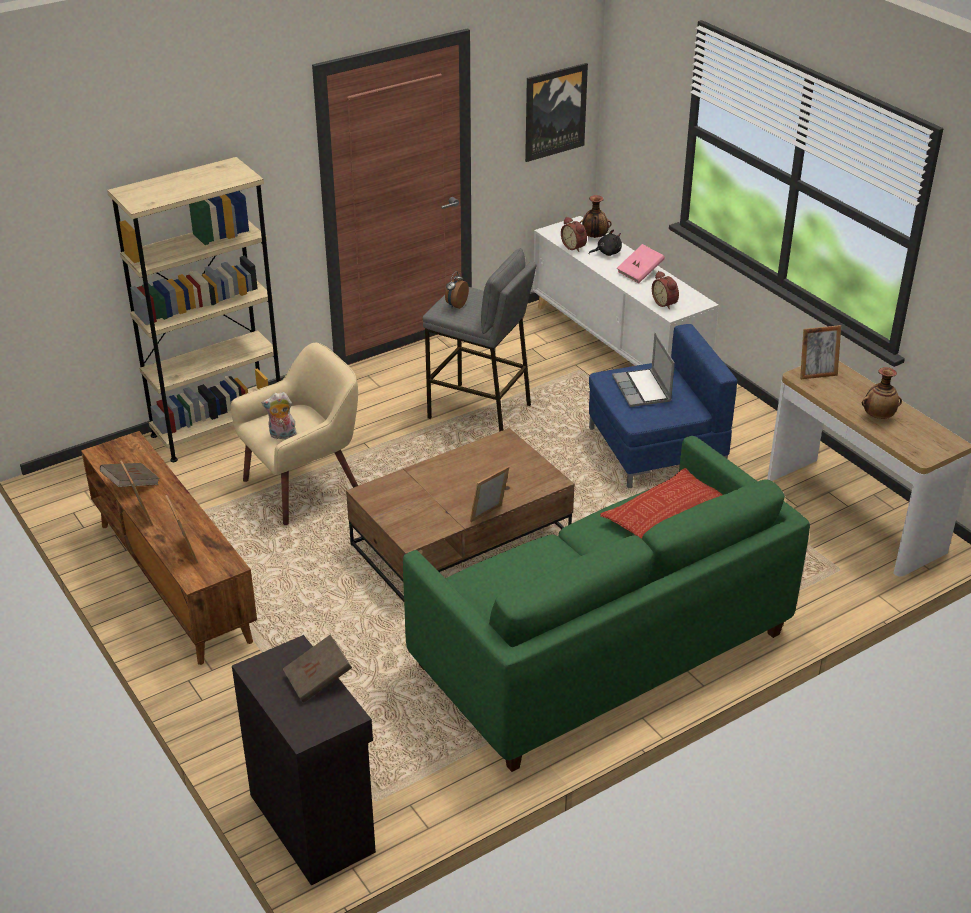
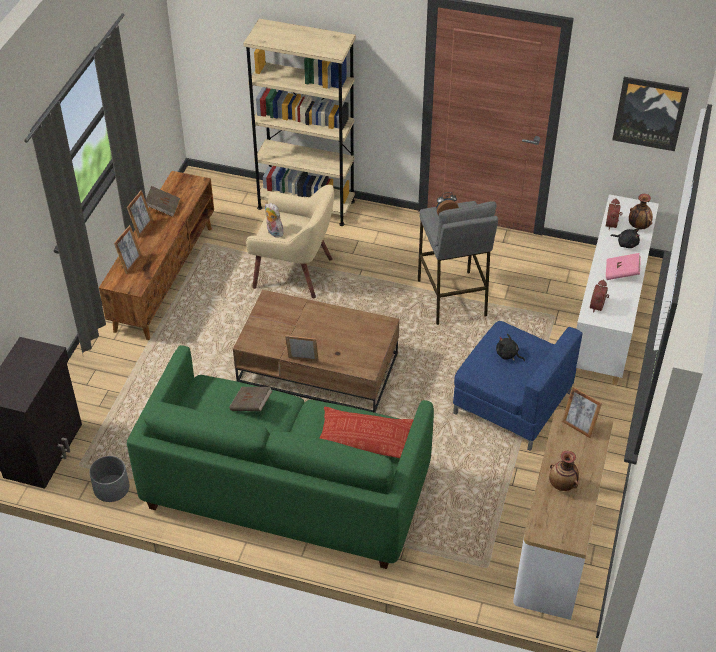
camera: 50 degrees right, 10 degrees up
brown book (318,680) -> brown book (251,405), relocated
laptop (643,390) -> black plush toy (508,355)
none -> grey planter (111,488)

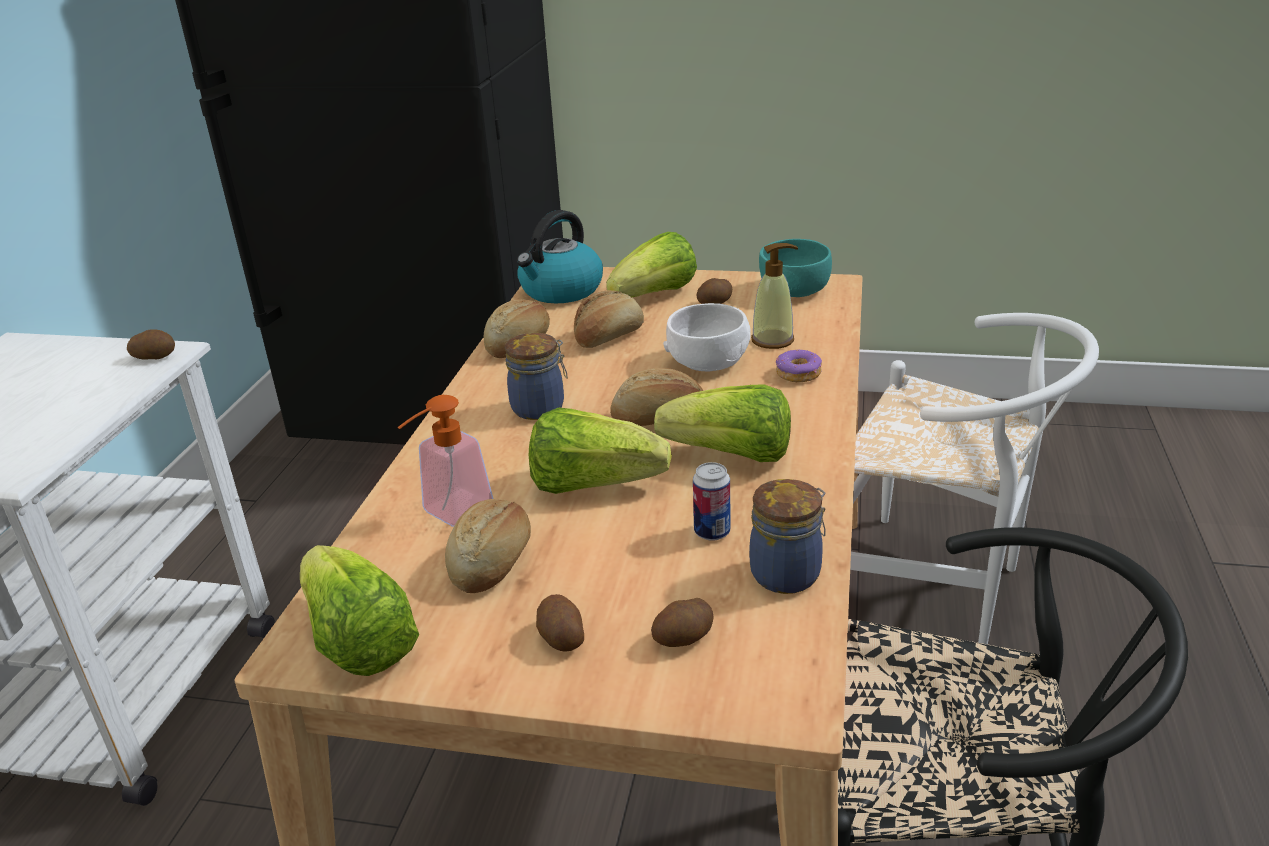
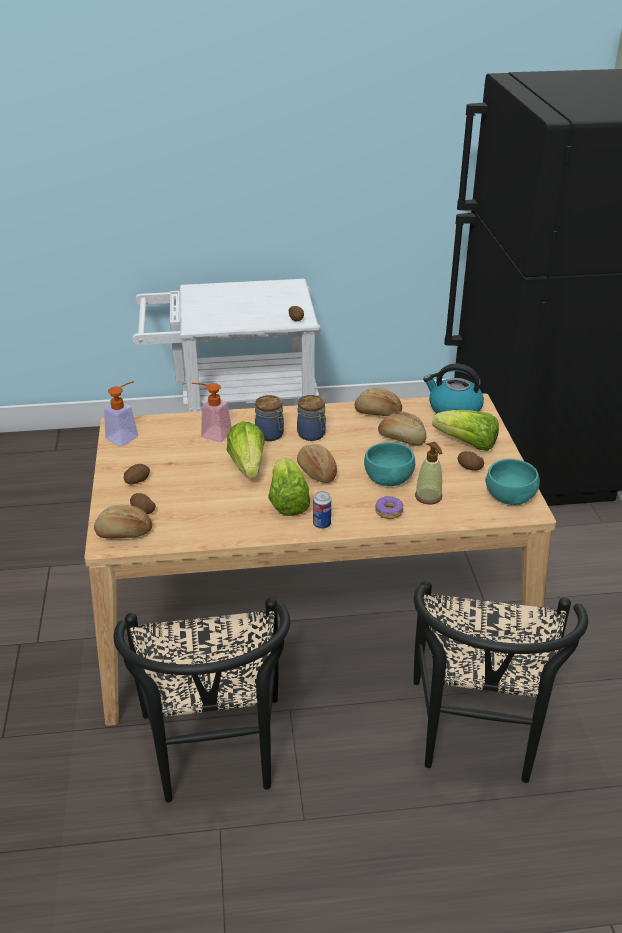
camera: 70 degrees right, 5 degrees up
lettuce (358,641) -> soap dispenser (126,436)
bread (493,562) -> bread (124,533), relocated
white bowl (708,361) -> turquoise bowl (389,477)
can (712,532) -> can (322,524), relocated
jar (788,573) -> jar (270,435), relocated
white chair (940,590) -> black chair (477,738)

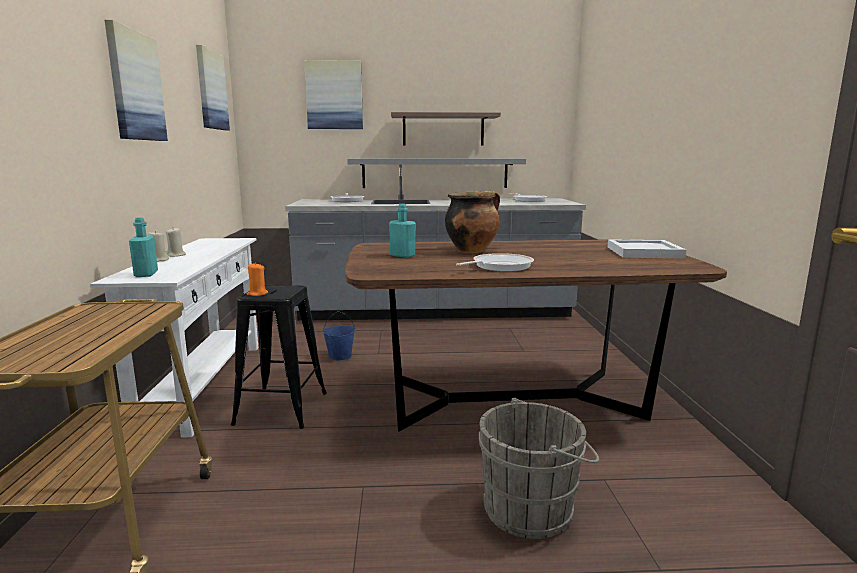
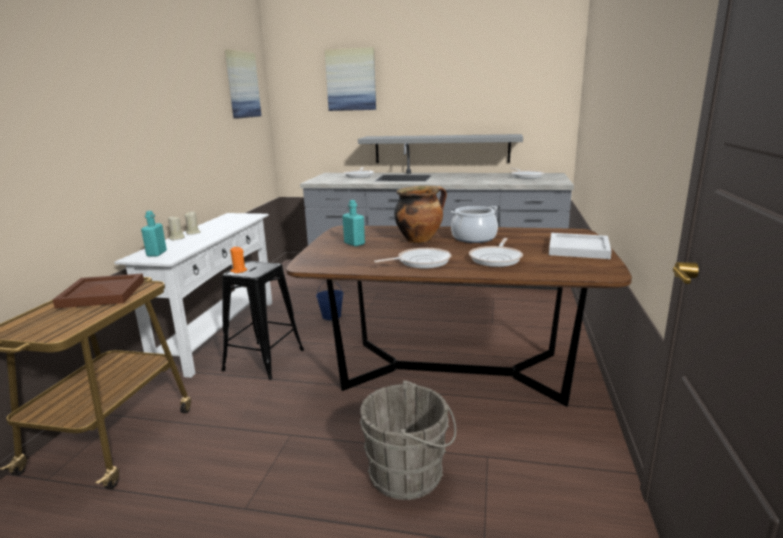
camera: 15 degrees right, 5 degrees up
picture (135,86) -> none
shelf (443,130) -> none
none -> brown tray (100,294)
none -> cooking pot (473,238)
none -> frying pan (496,259)

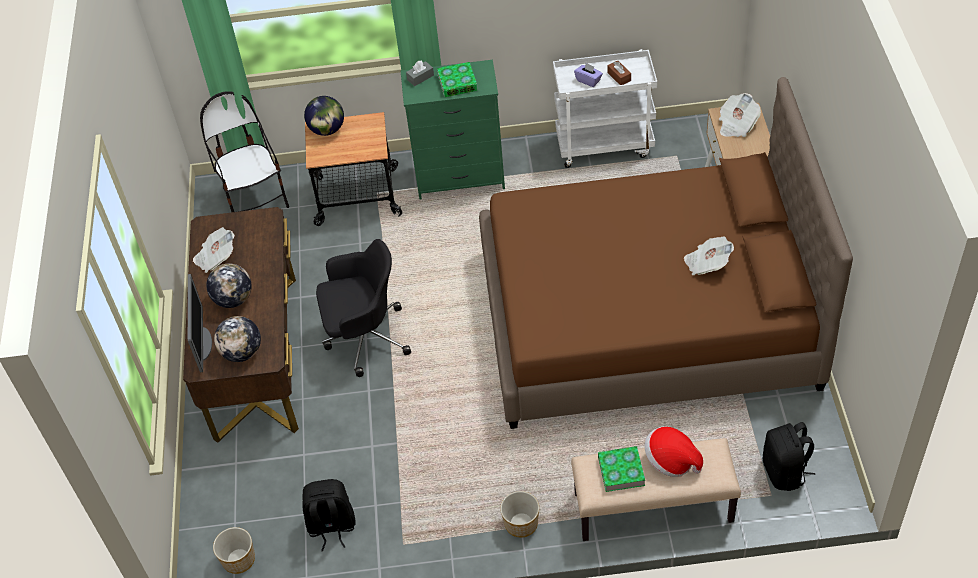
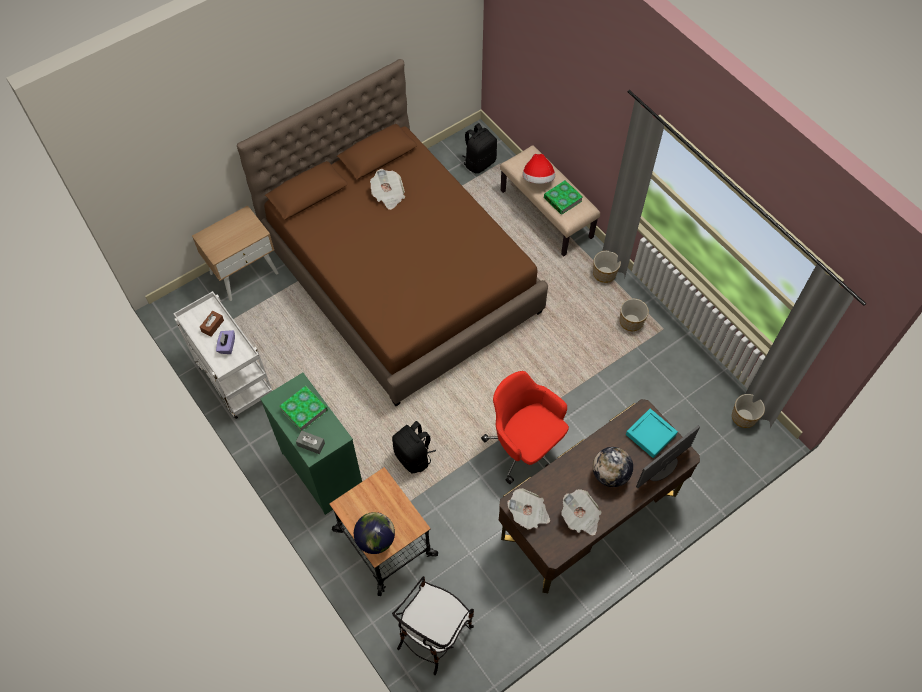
camera: 125 degrees left, 10 degrees up
globe (242,352) -> turquoise tray (650,435)
black backpack (331,526) -> black backpack (414,457), relocated
black office chair (364,337) -> red office chair (525,447)
newspaper (736,124) -> newspaper (528,514), relocated
none -> planter (630,322)

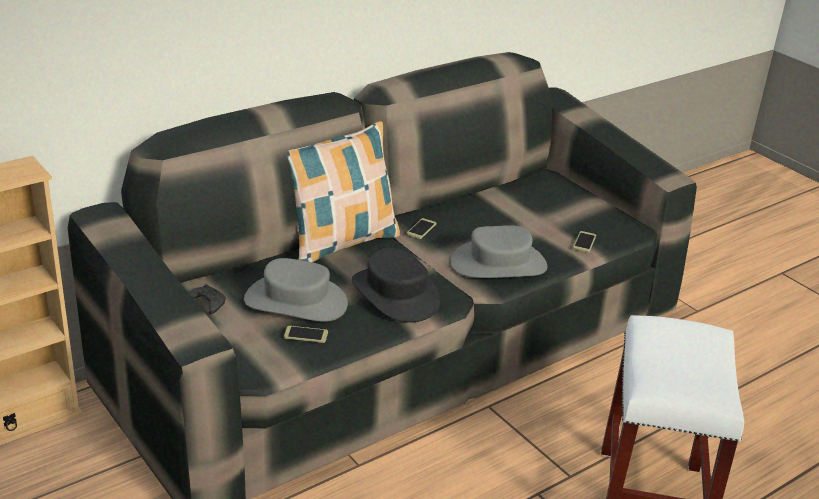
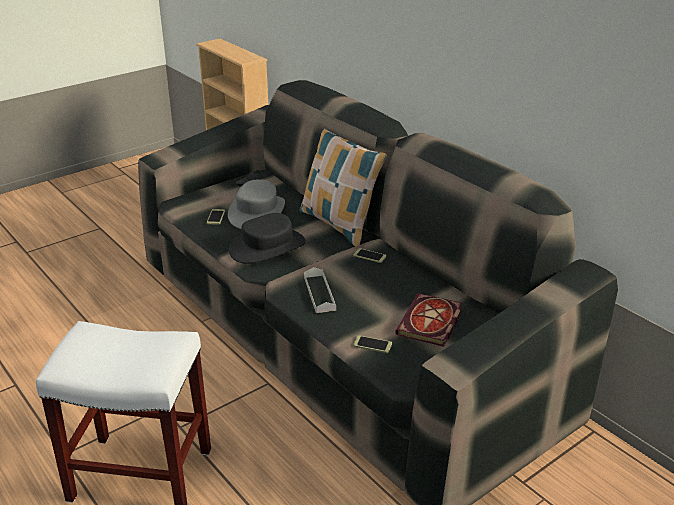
camera: 90 degrees right, 0 degrees up
grey hat (498,264) -> grey tray (319,293)
none -> book (430,323)

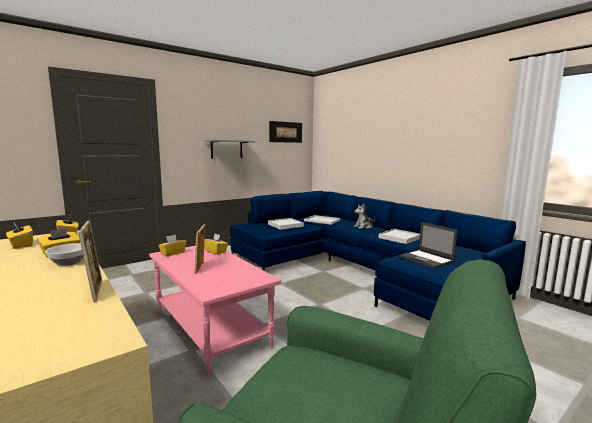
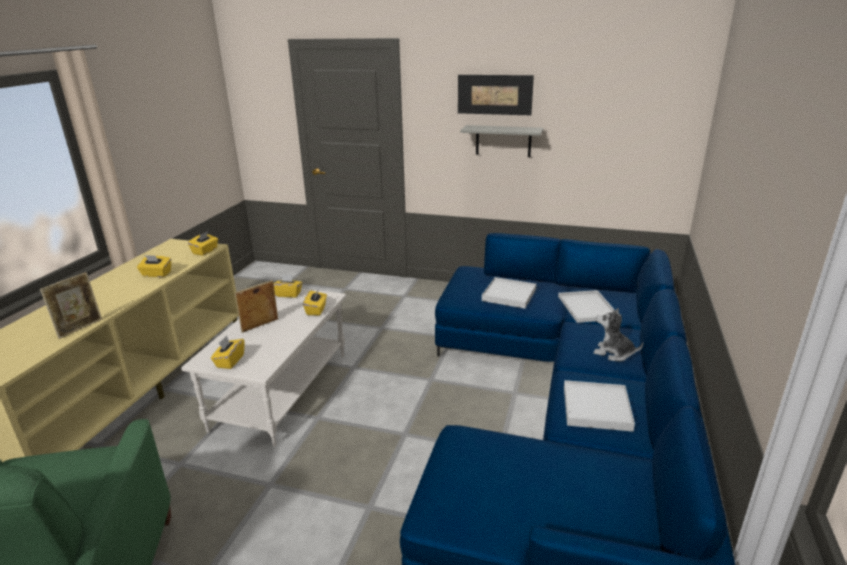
camera: 55 degrees right, 15 degrees up
yellow tissue box (21,245) -> yellow tissue box (230,361), relocated
bowl (68,262) -> none
pink coffee table (211,328) -> white coffee table (283,391)
picture (285,132) -> picture (494,94), relocated
laptop (427,259) -> none

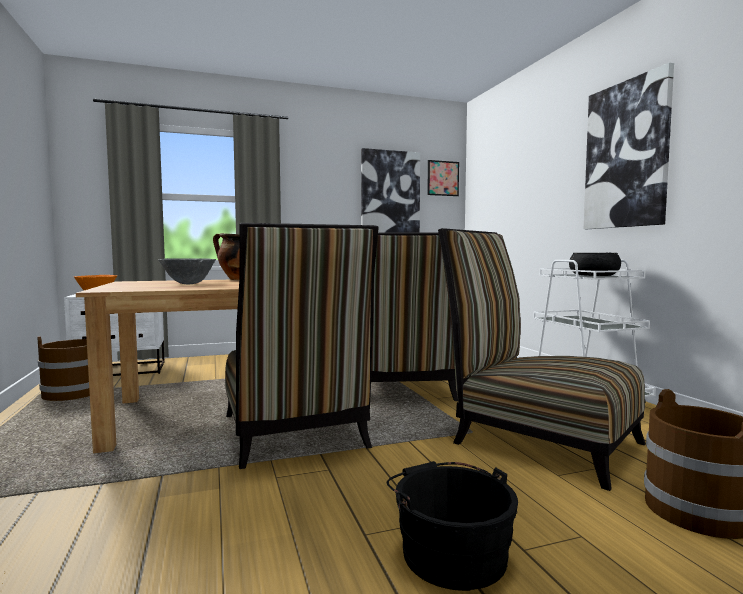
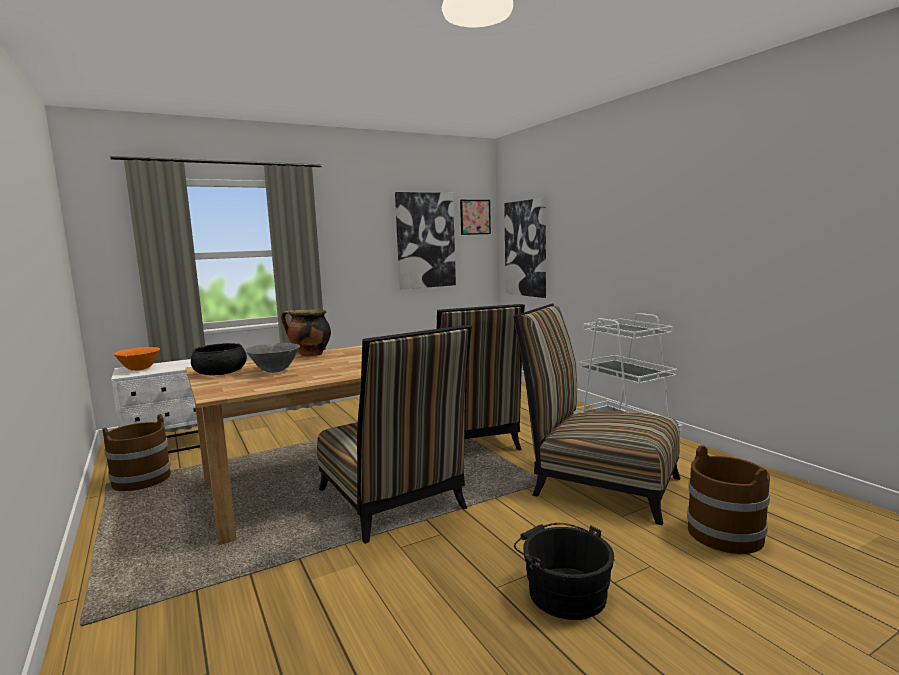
camera: 10 degrees left, 5 degrees up
black bowl (594,275) -> black bowl (220,371), relocated
picture (626,155) -> picture (526,248), relocated

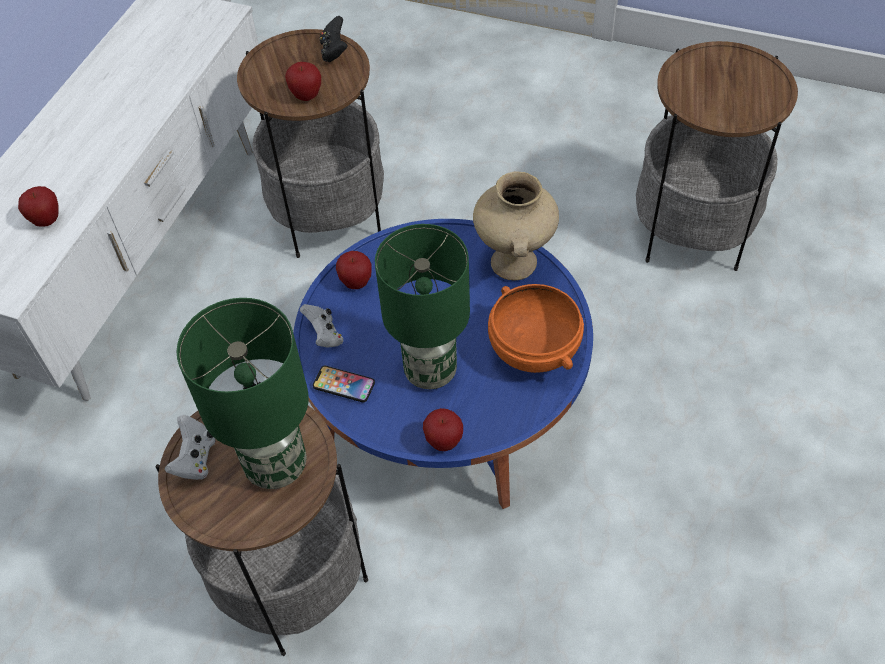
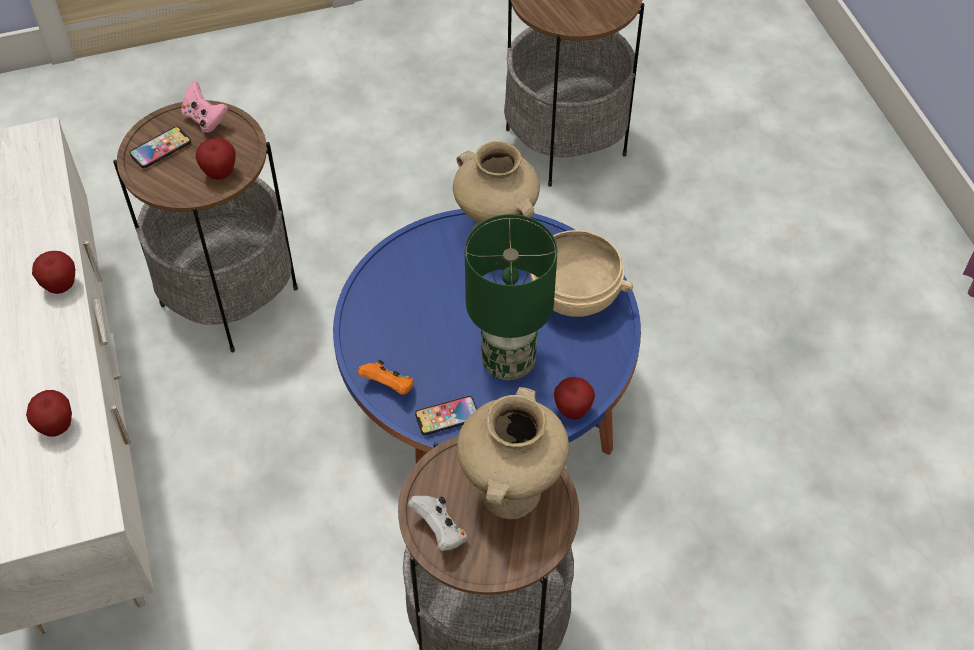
camera: 40 degrees left, 0 degrees up
green table lamp (275,466) -> beige vase (512,494)
white game controller (324,335) -> orange game controller (389,386)
black game controller (334,51) -> pink game controller (205,119)
apple (356,283) -> apple (60,286), relocated
orange bowl (532,350) -> beige bowl (574,297)
none -> phone (160,148)

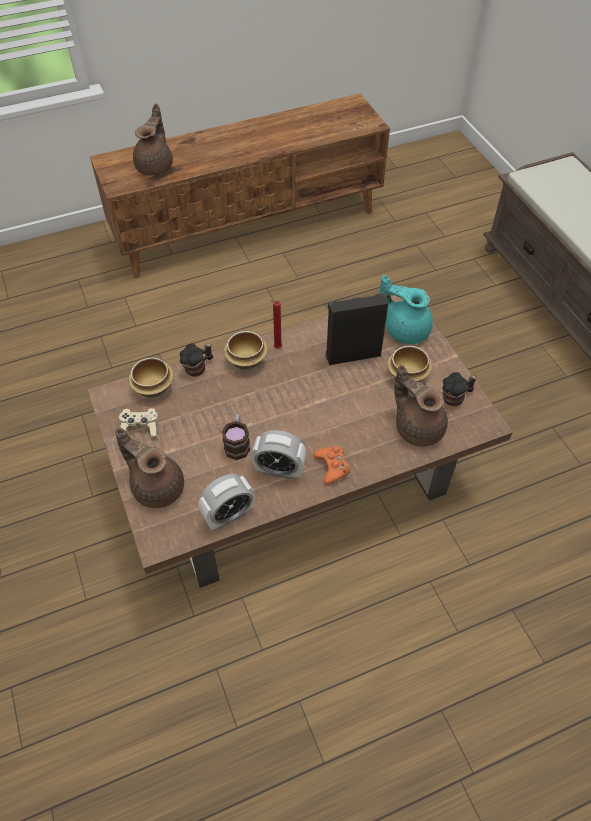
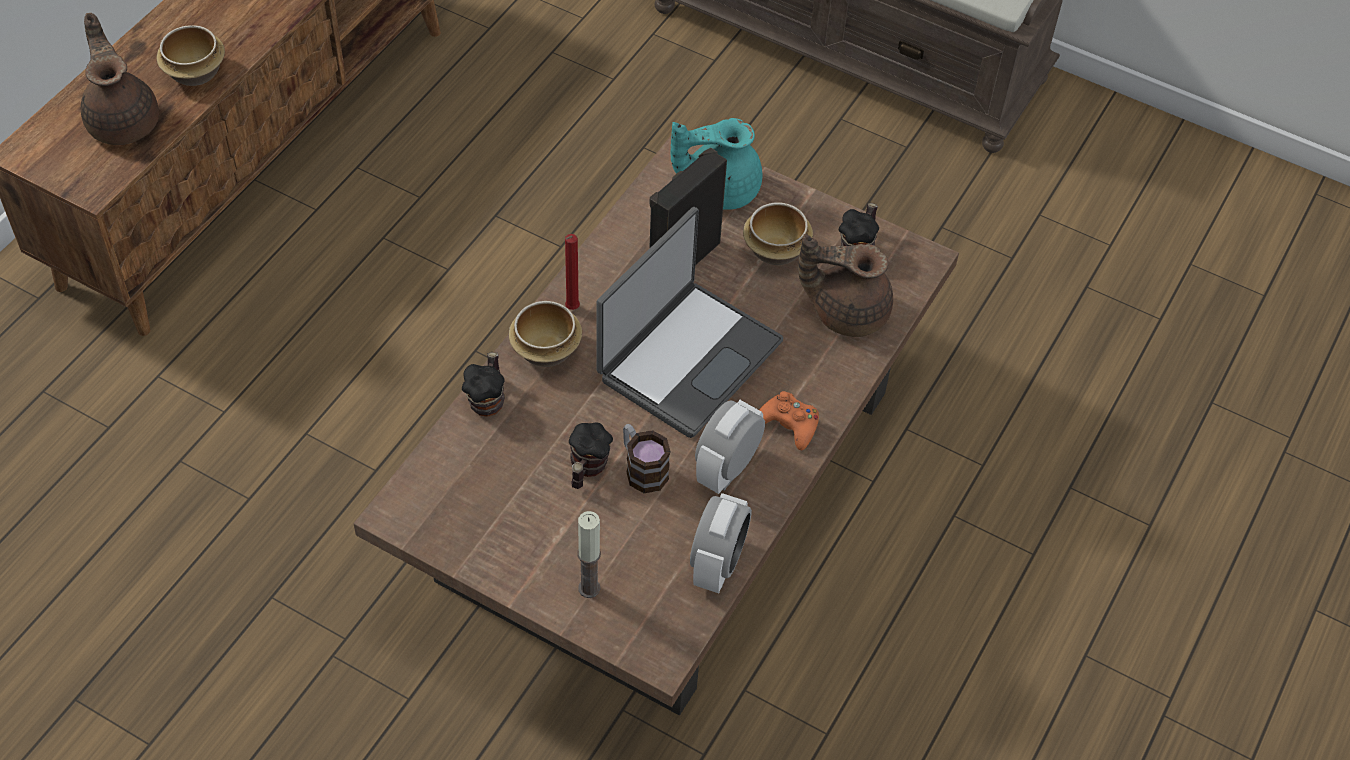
camera: 40 degrees left, 0 degrees up
brown teapot (157,486) -> candle (589,588)
beige game controller (140,428) -> none
bowl (154,388) -> bowl (196,73), relocated
alarm clock (279,470) -> alarm clock (727,469), 150 degrees clockwise
none -> mug (586,469)
none -> laptop (687,358)

